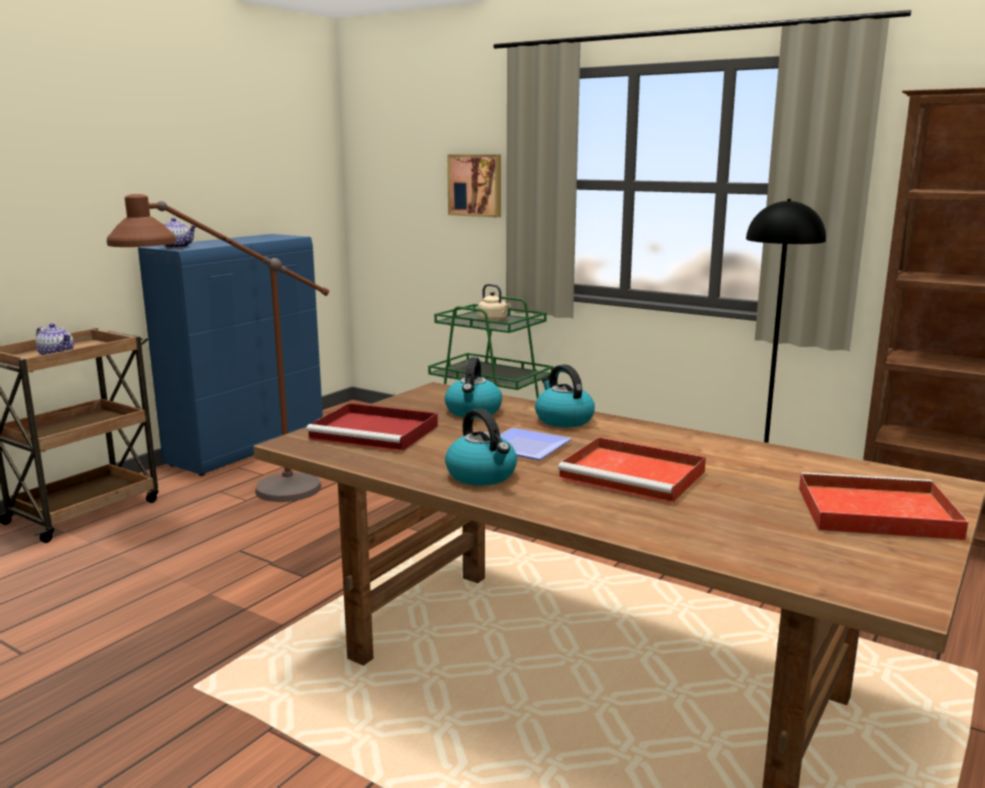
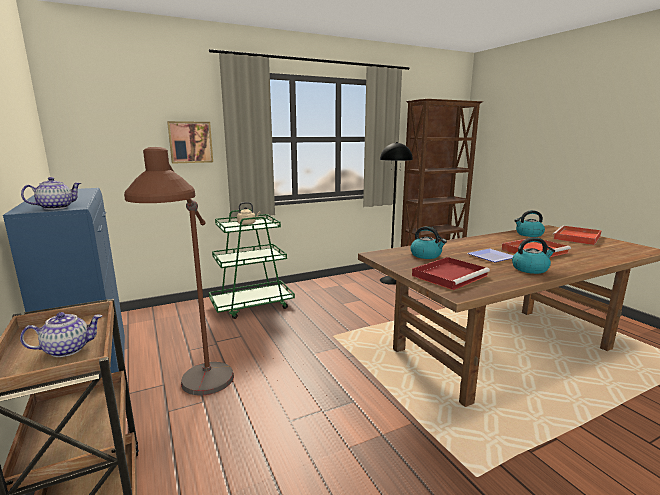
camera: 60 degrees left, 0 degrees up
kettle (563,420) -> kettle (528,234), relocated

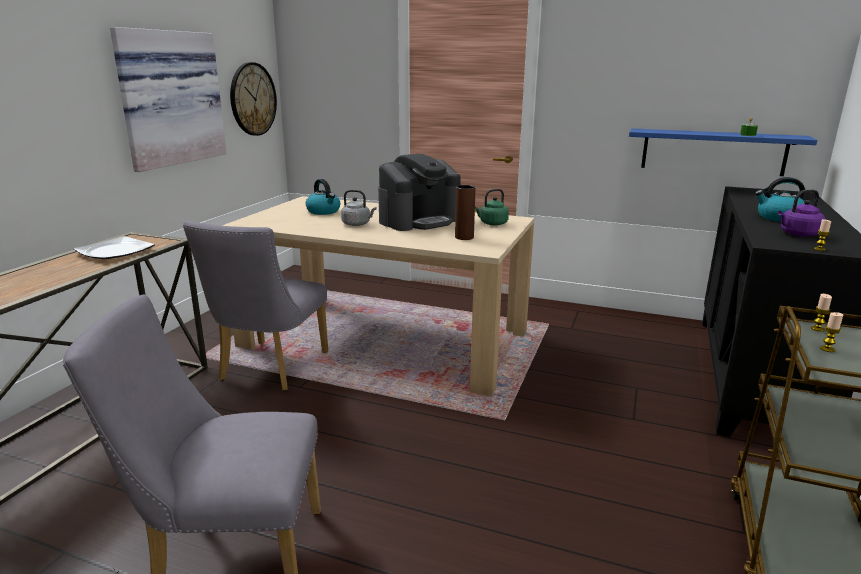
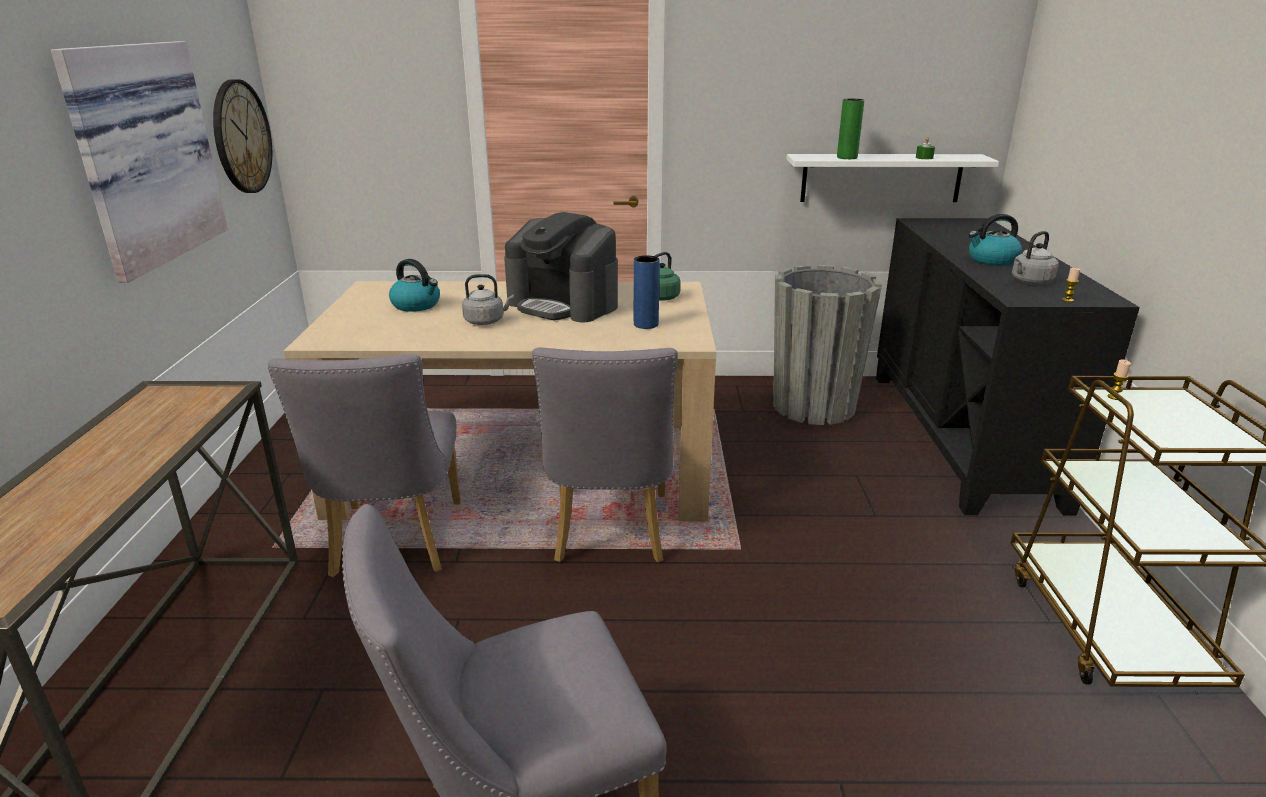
camera: 20 degrees left, 5 degrees up
plate (115,251) -> none
coffee machine (419,220) -> coffee machine (564,304), 90 degrees clockwise
brown vase (464,237) -> blue vase (646,324)
blue shelf (713,152) -> white shelf (881,178)
purple kettle (797,234) -> grey kettle (1030,282)
candle (827,349) -> none
none -> grey chair (609,534)
none -> grey planter (813,406)
none -> green vase (847,157)

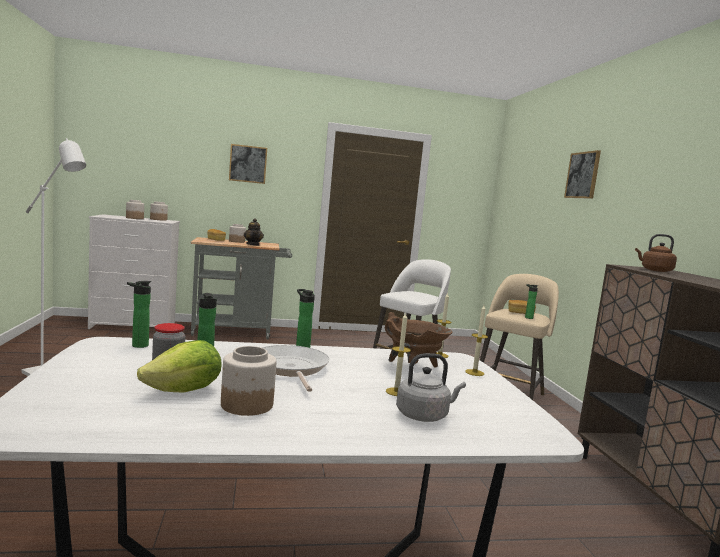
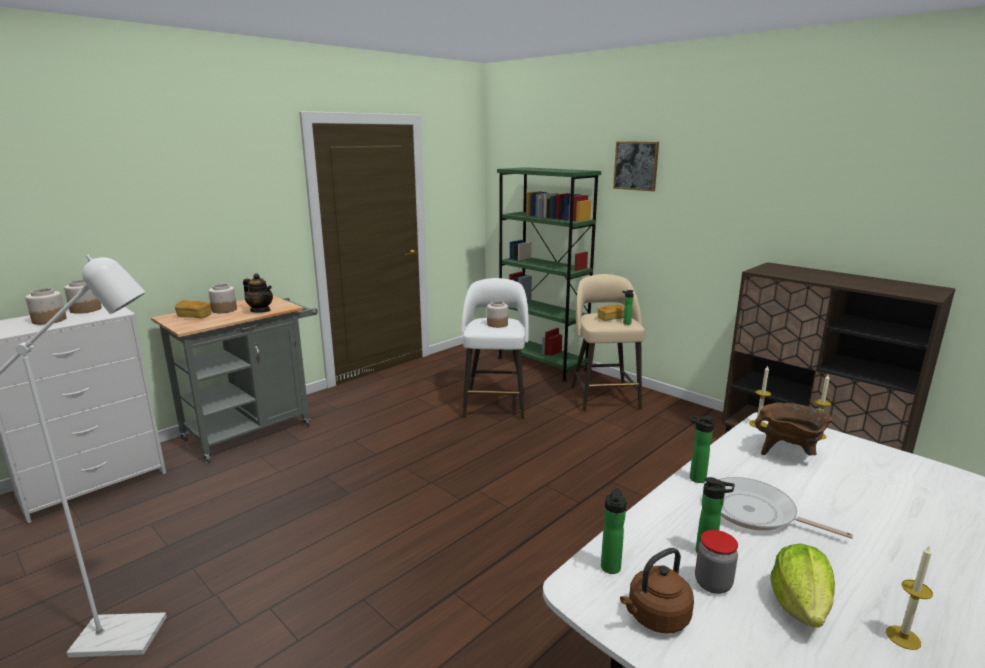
camera: 35 degrees left, 10 degrees up
jar (246,405) -> jar (497,324), relocated
picture (248,164) -> none
candle (396,392) -> candle (903,637), relocated
grey kettle (424,415) -> none
brown kettle (655,270) -> brown kettle (655,618), relocated
none -> green bookcase (541,364)

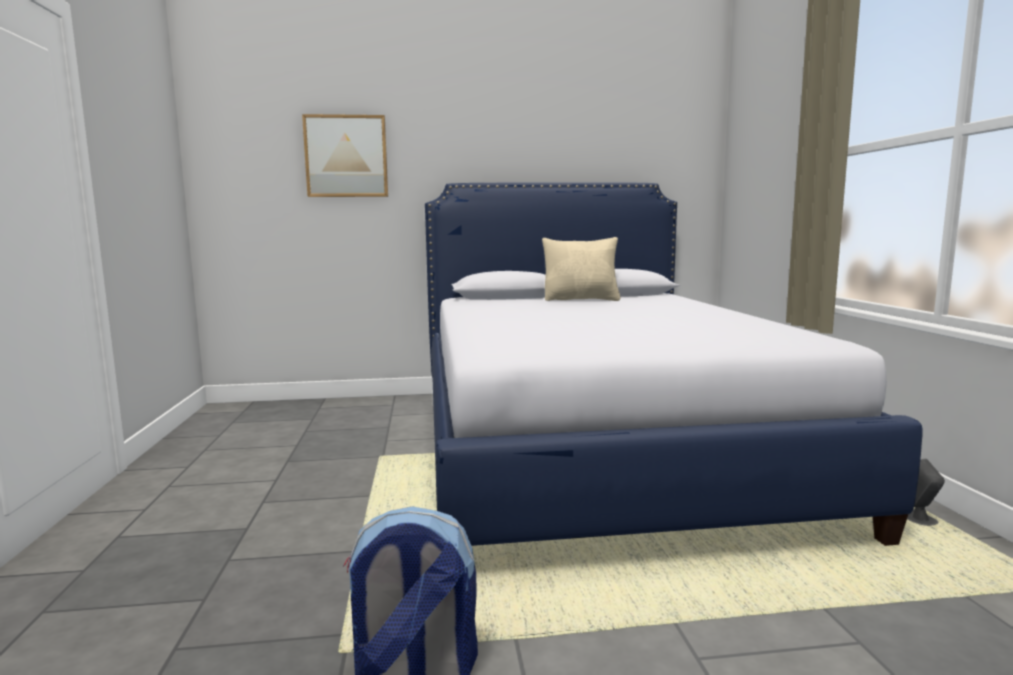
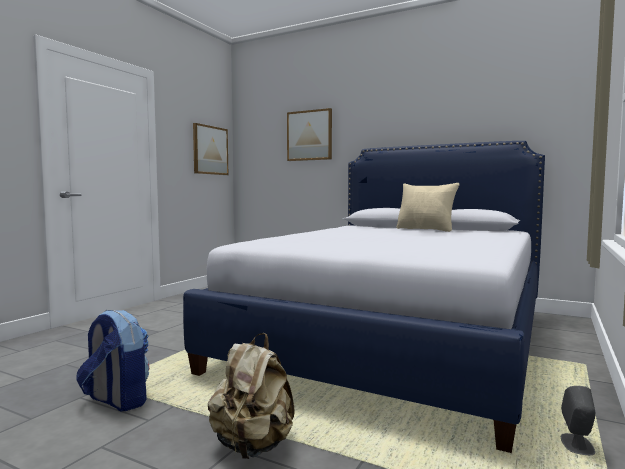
camera: 35 degrees right, 5 degrees down
none -> picture (210,150)
none -> beige backpack (253,446)

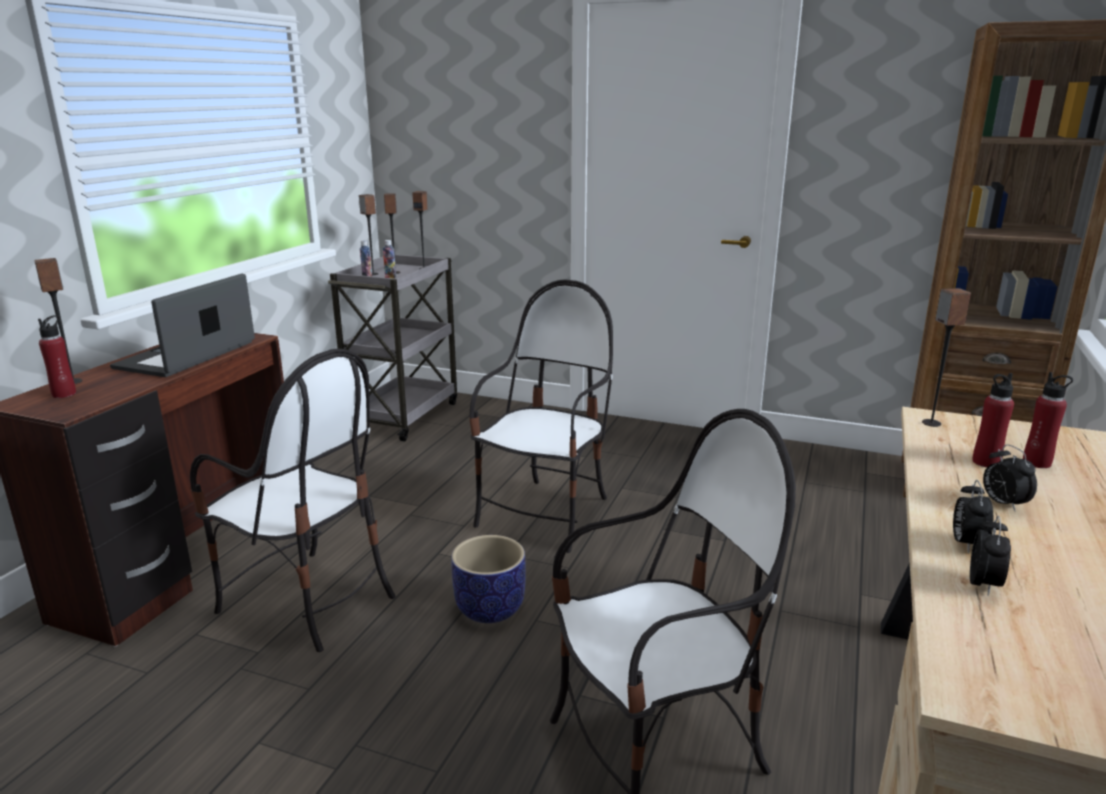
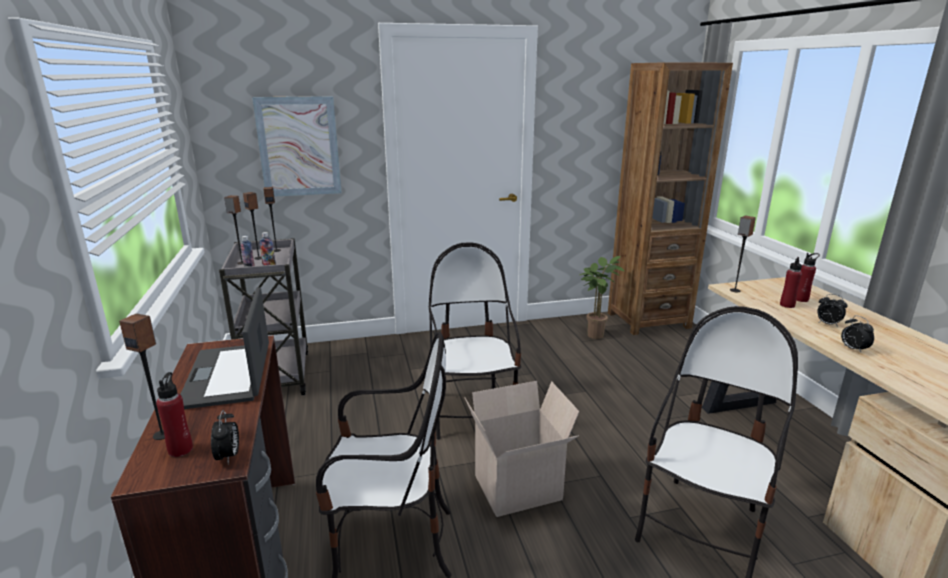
camera: 35 degrees left, 0 degrees up
planter (489,608) -> cardboard box (517,490)
alarm clock (984,585) -> alarm clock (228,456), relocated
none -> picture (299,147)
none -> potted plant (595,334)

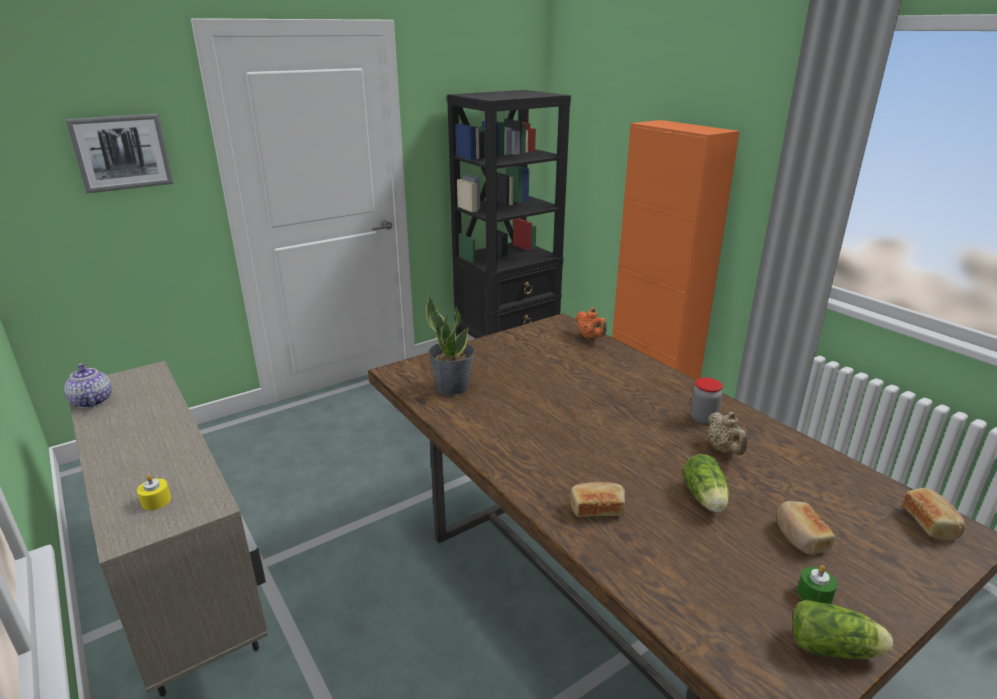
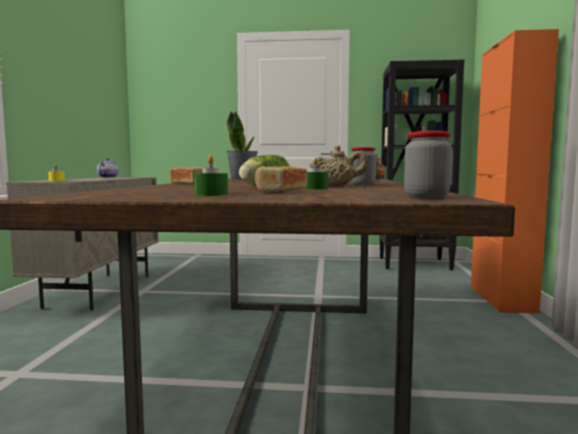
camera: 40 degrees right, 20 degrees down
picture (121,152) -> none
beige teapot (724,450) -> beige teapot (338,186), 105 degrees counterclockwise
lettuce (836,649) -> none
bread (930,523) -> jar (426,197)
none -> green candle (315,189)

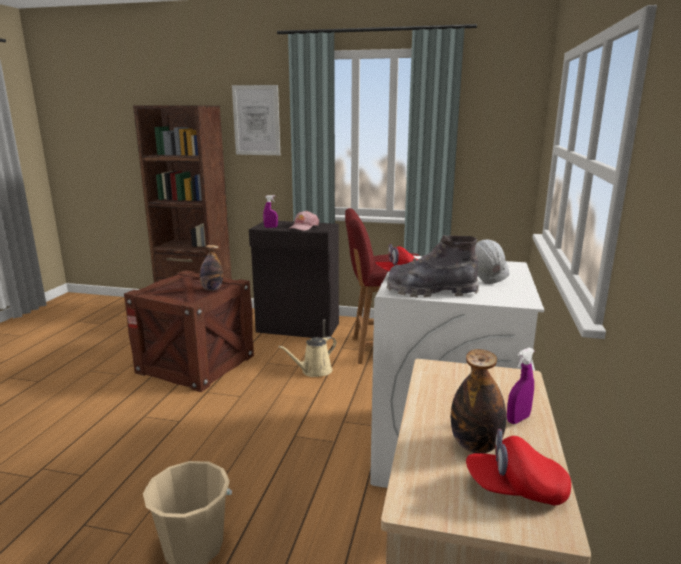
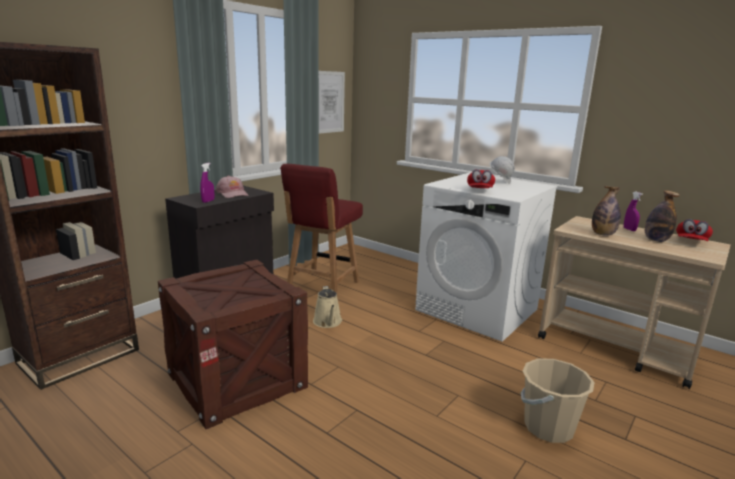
camera: 65 degrees left, 0 degrees up
bottle (212,289) -> bottle (603,234), relocated
picture (256,120) -> picture (329,102), relocated
grey boot (431,291) -> none

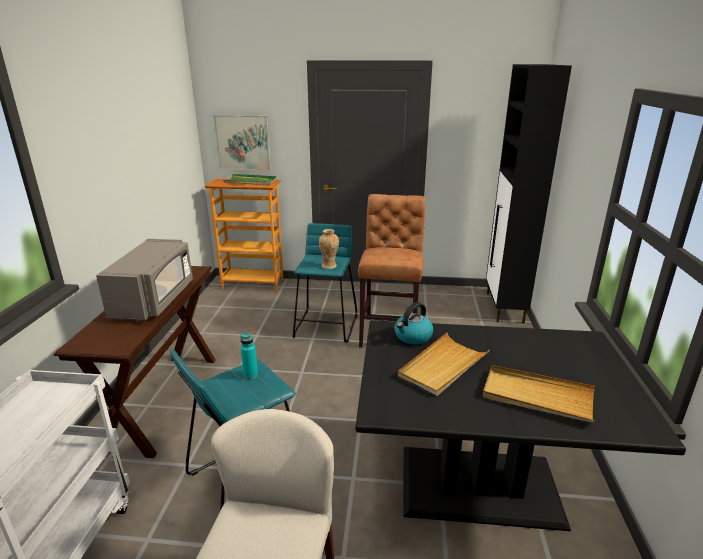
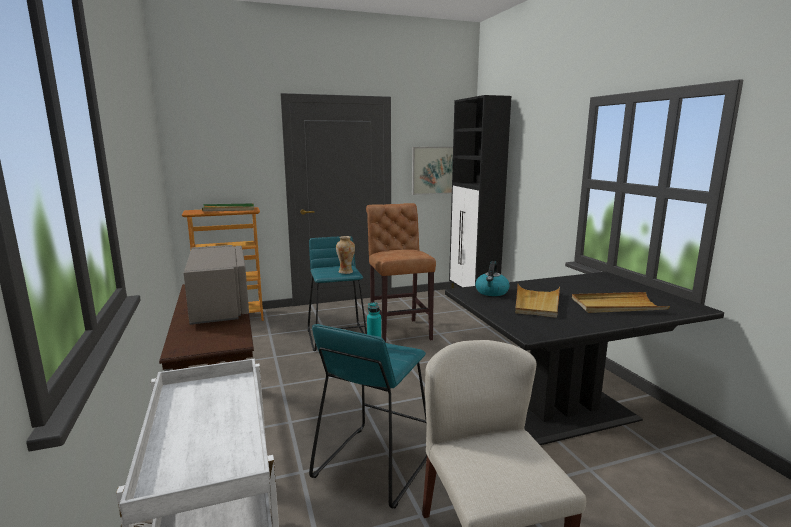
camera: 25 degrees left, 10 degrees down
picture (243,142) -> picture (433,170), relocated

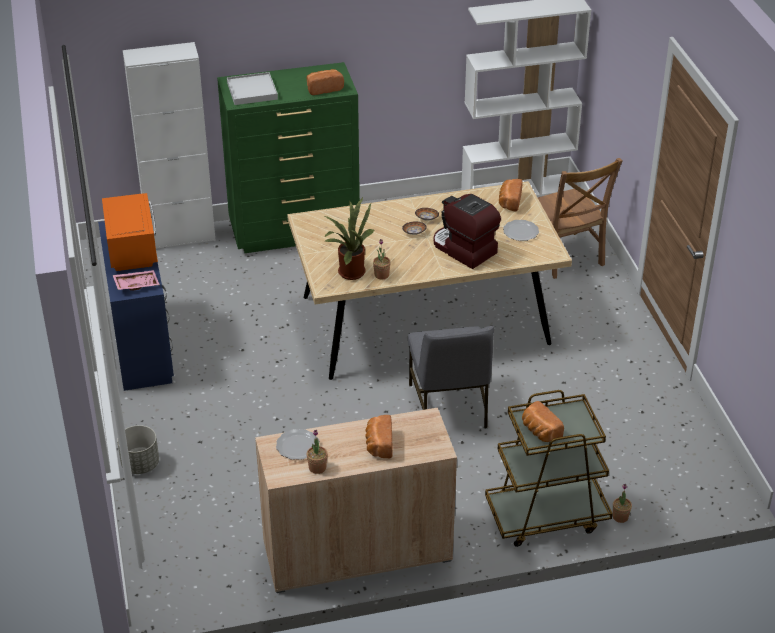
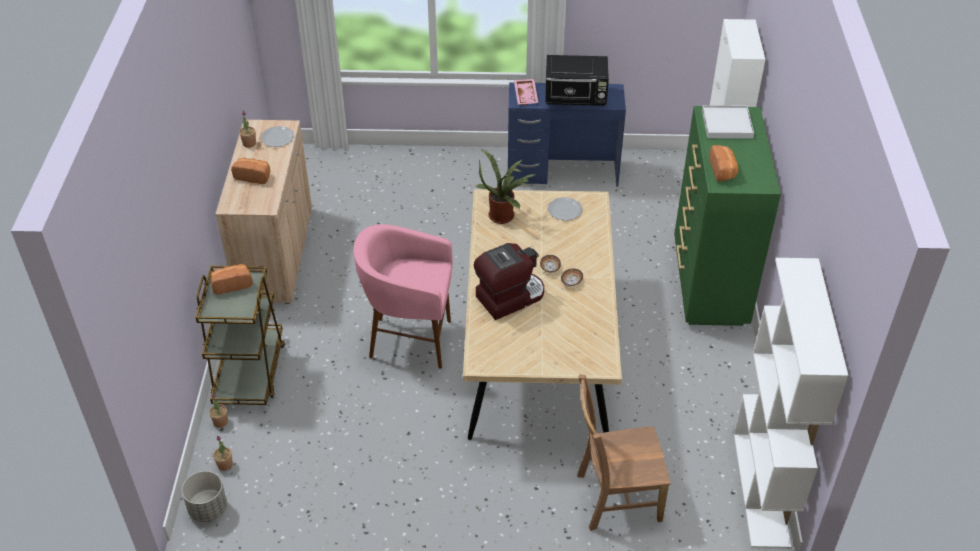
camera: 105 degrees right, 5 degrees up
orange microwave (133,249) -> black microwave (576,98)
grey planter (140,464) -> grey planter (208,508), relocated
potted plant (381,275) -> potted plant (225,465), relocated
grey chair (449,407) -> pink stool (409,341)
bread (509,202) -> none
plate (520,232) -> plate (564,210), relocated

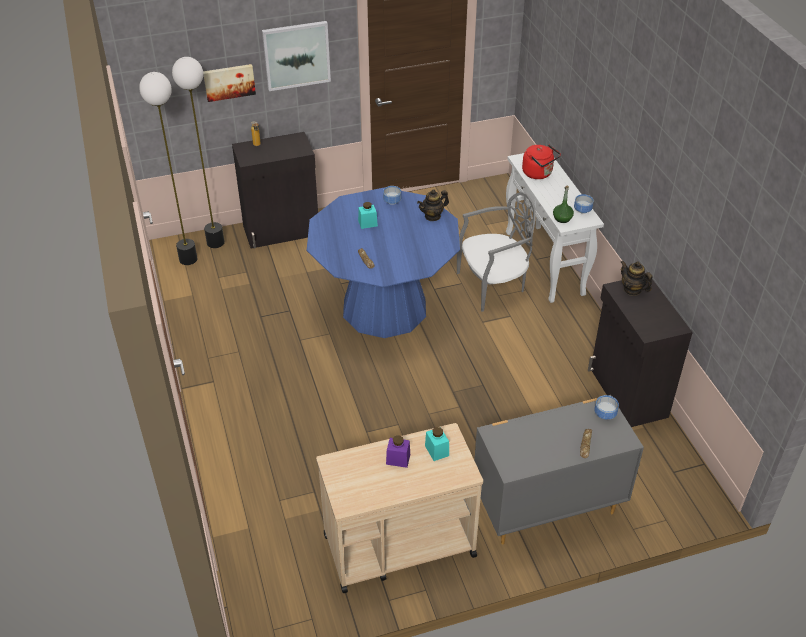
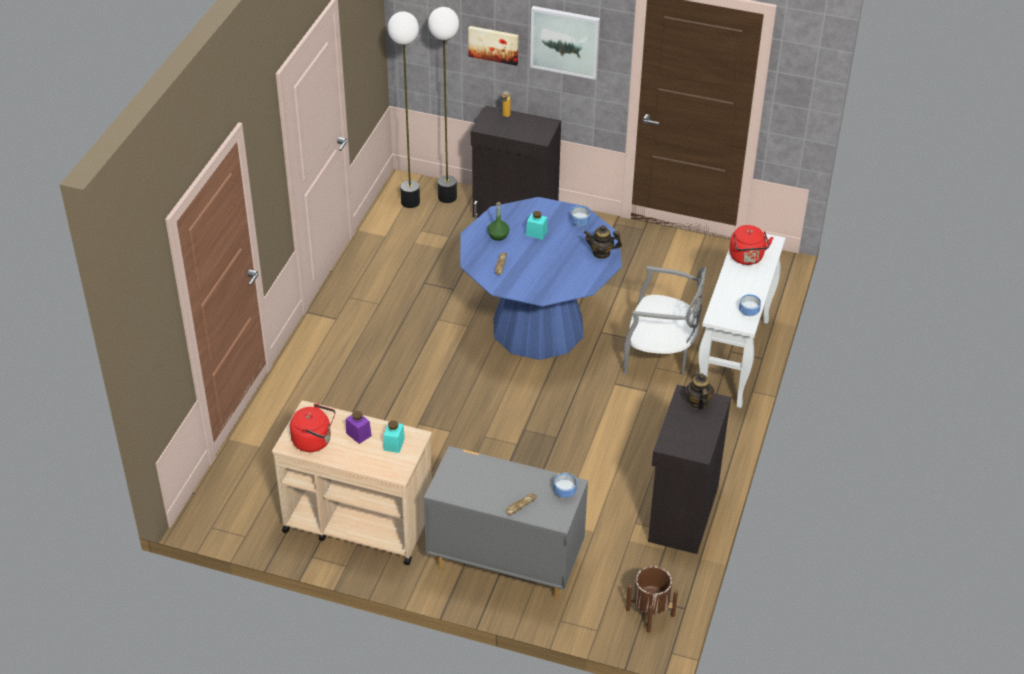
camera: 35 degrees right, 0 degrees up
green bottle (562,218) -> green bottle (498,235), relocated
none -> red kettle (314,441)
none -> brown planter (650,612)

